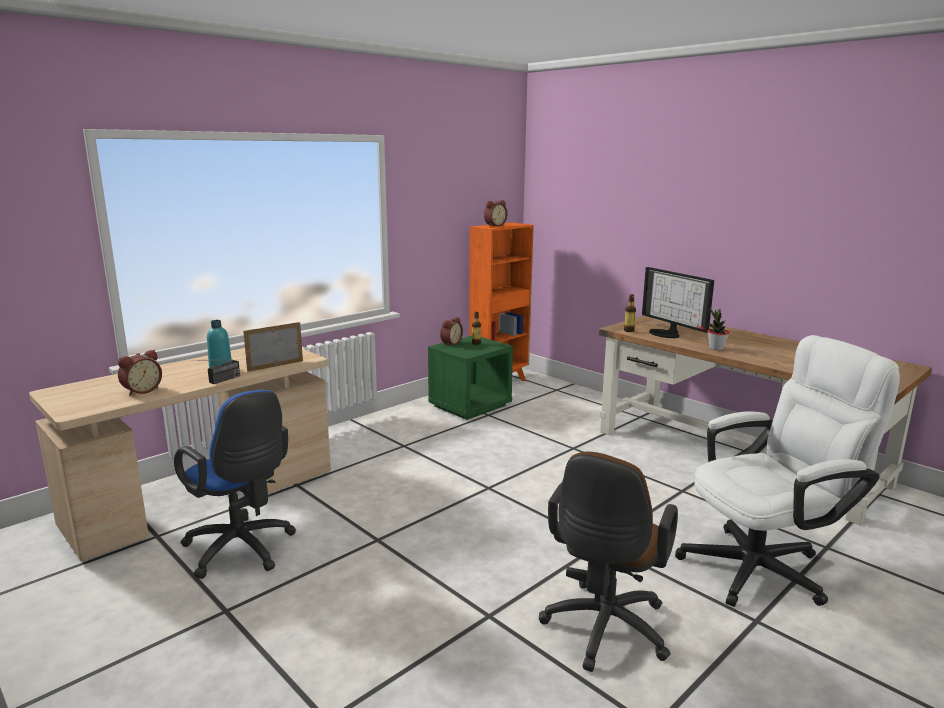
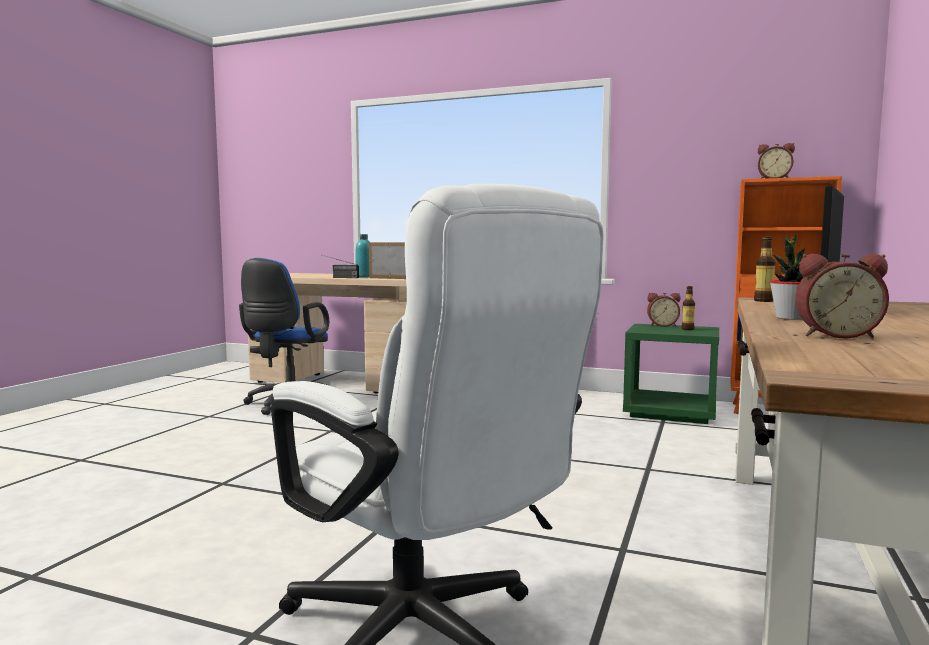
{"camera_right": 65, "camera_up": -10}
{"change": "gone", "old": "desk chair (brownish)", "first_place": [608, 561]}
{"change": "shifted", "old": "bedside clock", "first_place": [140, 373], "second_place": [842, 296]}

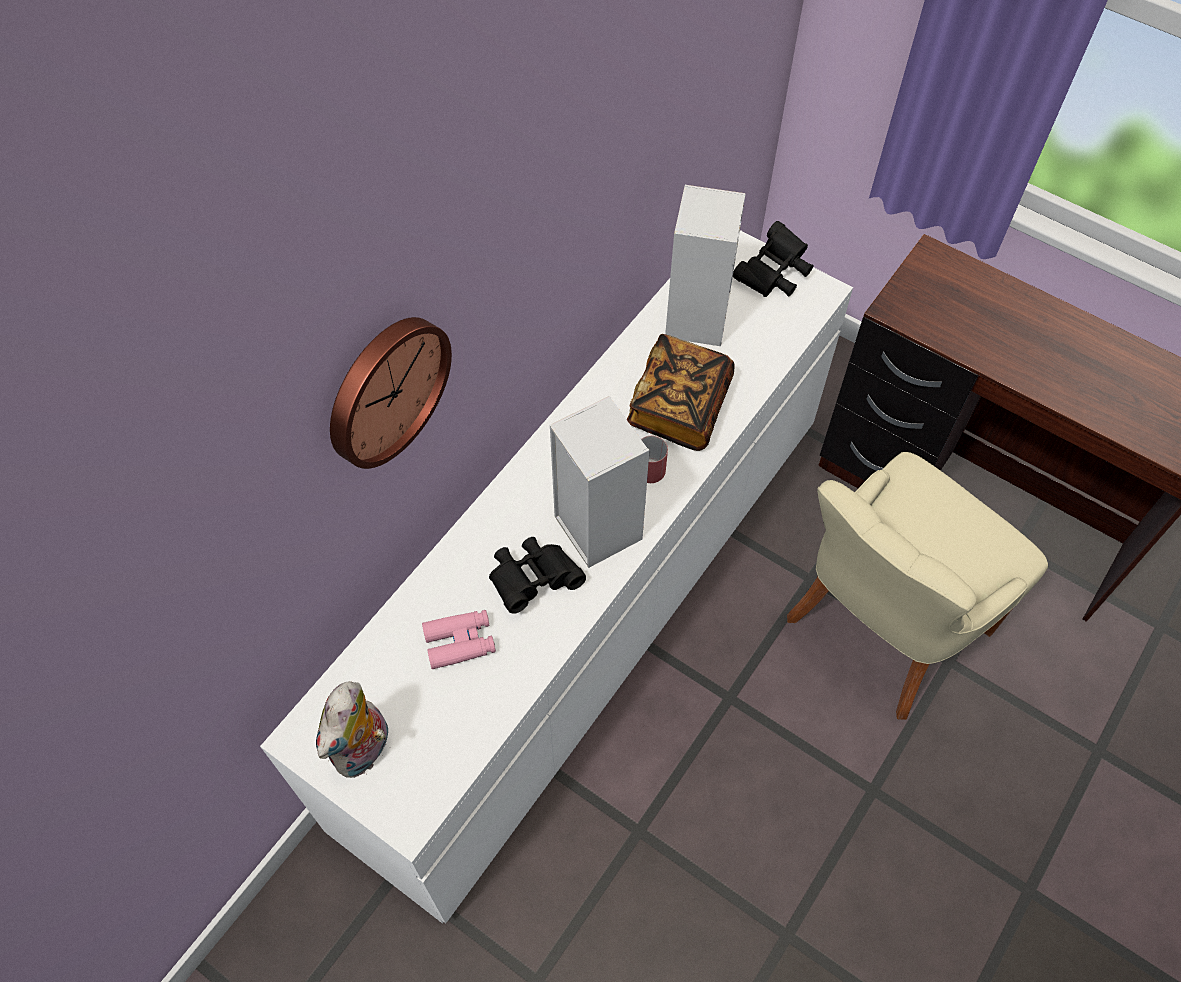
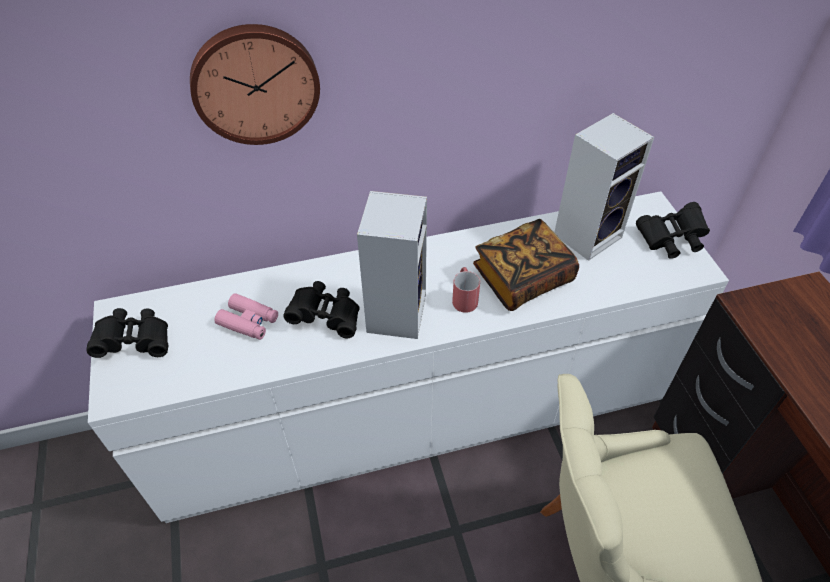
{"camera_right": 40, "camera_up": -10}
{"change": "swapped", "old": "soft toy", "new": "field glasses (black)", "first_place": [352, 729], "second_place": [127, 333]}

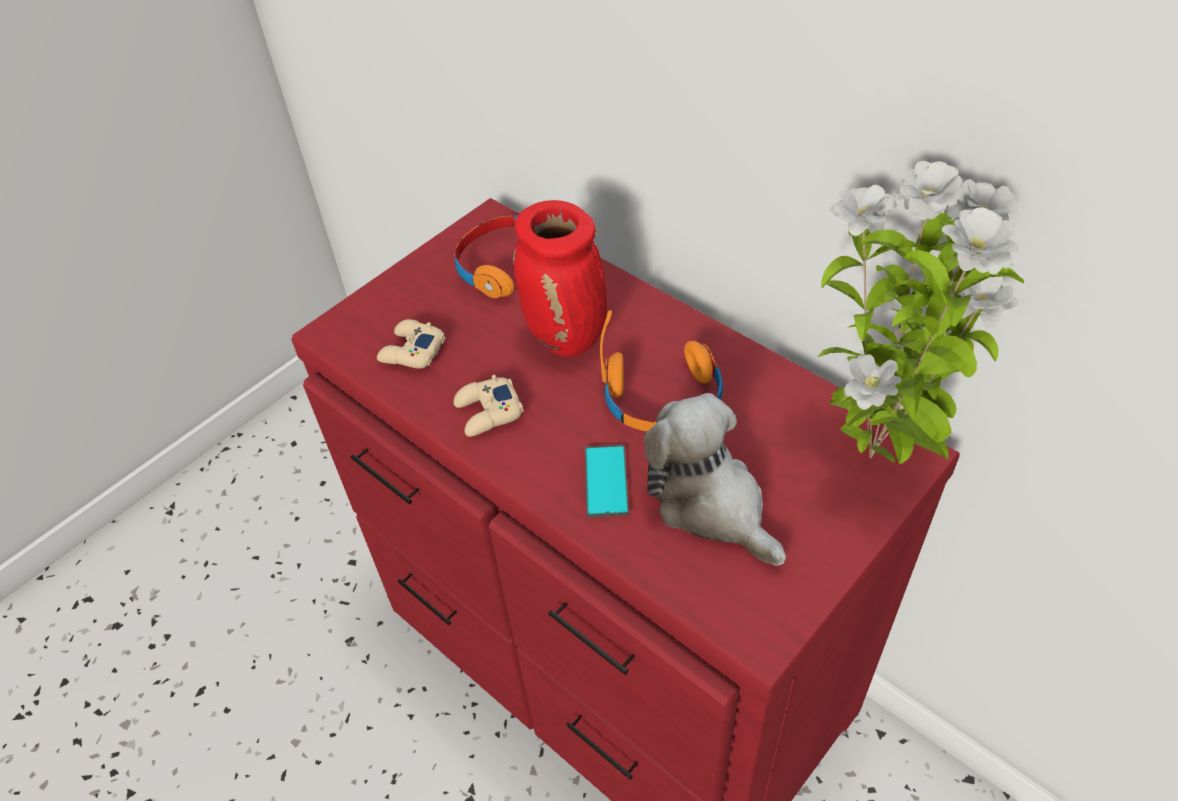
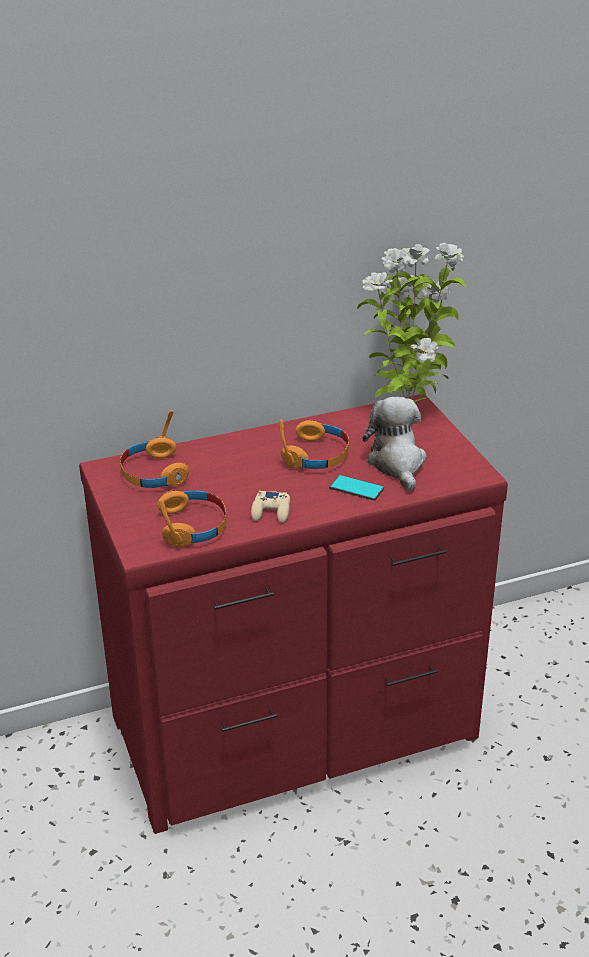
{"camera_right": -65, "camera_up": -15}
{"change": "gone", "old": "vase (red)", "first_place": [560, 278]}
{"change": "swapped", "old": "game controller (beige)", "new": "headset (orange-coloured)", "first_place": [411, 344], "second_place": [192, 518]}
{"change": "rotated", "old": "soft toy", "first_place": [715, 479], "second_place": [394, 444], "degrees": 90}

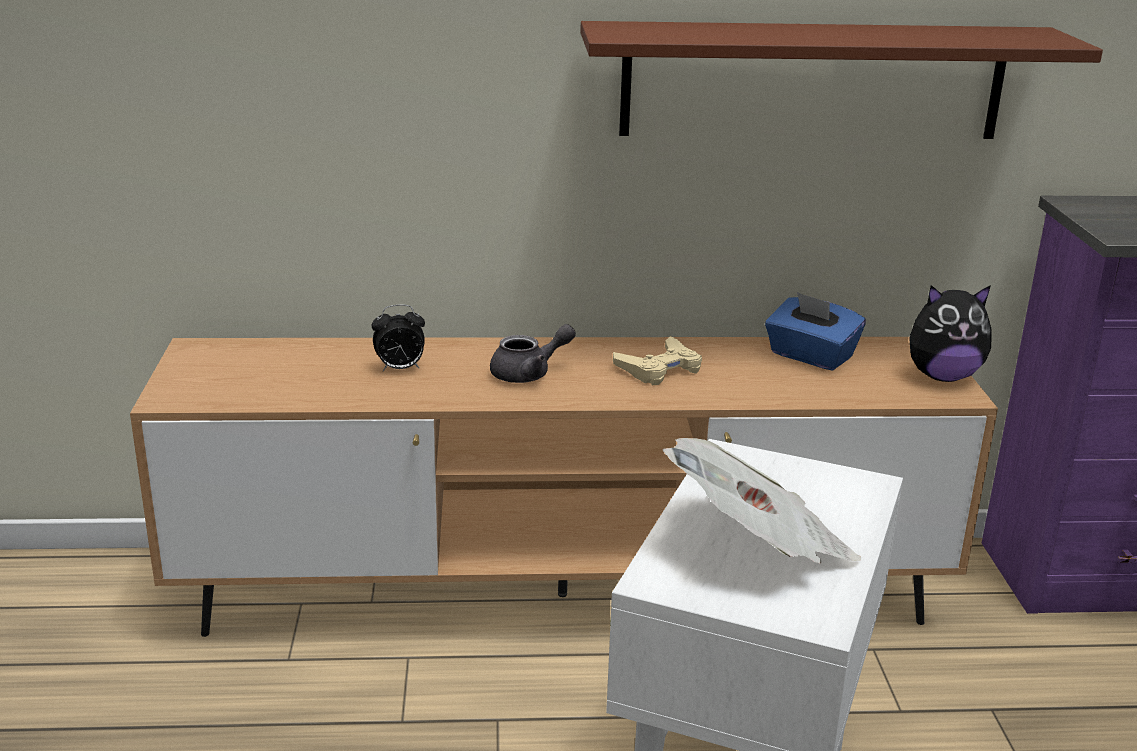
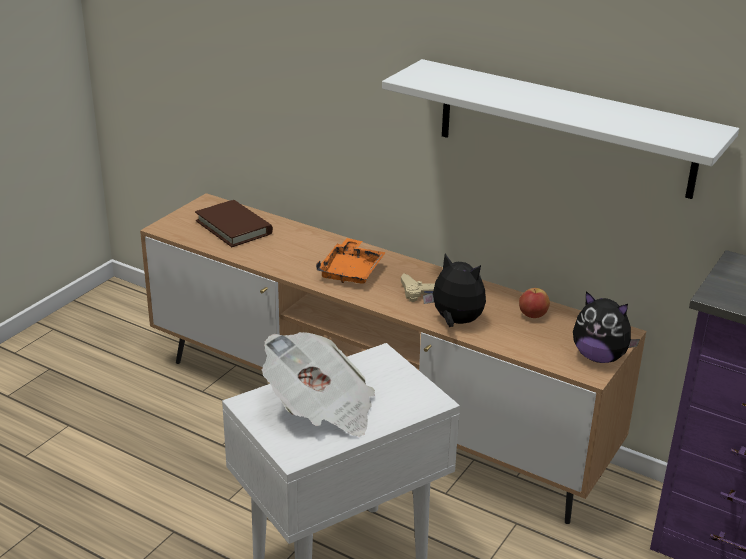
{"camera_right": 35, "camera_up": 5}
{"change": "gone", "old": "bedside clock", "first_place": [398, 337]}
{"change": "new", "new": "book (brownish)", "second_place": [234, 223]}
{"change": "new", "new": "soft toy", "second_place": [454, 290]}
{"change": "swapped", "old": "pot for tea (grey)", "new": "carrying tray (orange-coloured)", "first_place": [533, 353], "second_place": [351, 260]}
{"change": "swapped", "old": "tissue holder (bluish)", "new": "apple fruit", "first_place": [815, 331], "second_place": [534, 303]}
{"change": "repainted", "old": "bracket shelf (brownish)", "new": "bracket shelf (white)", "first_place": [841, 80], "second_place": [560, 129]}

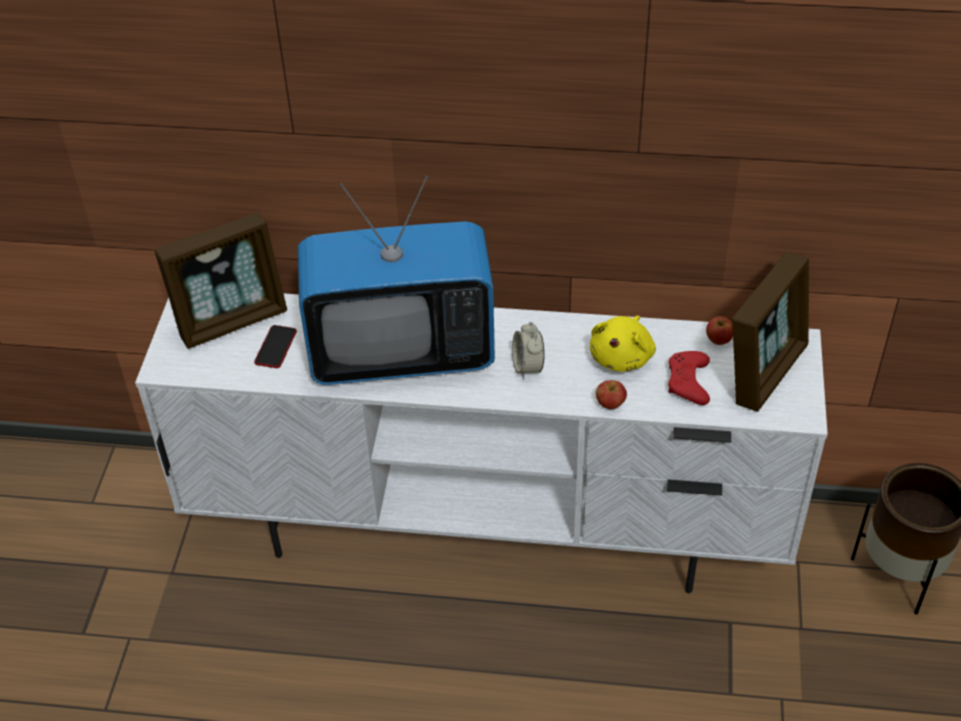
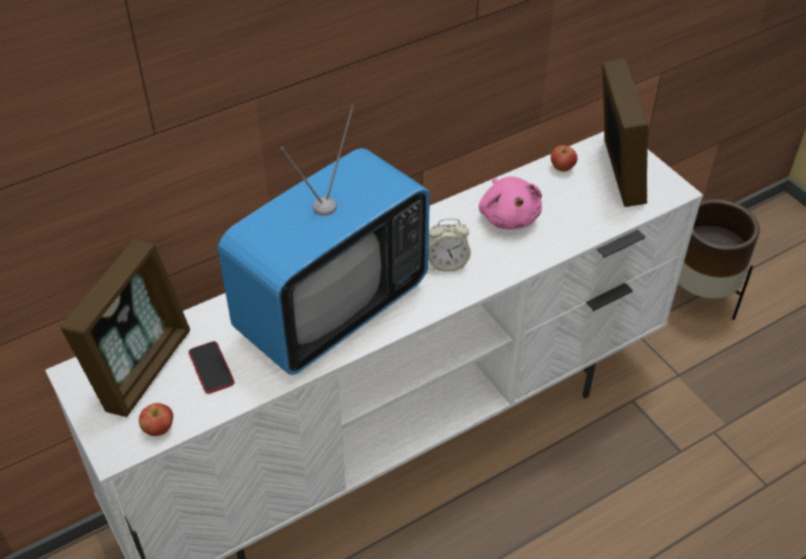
{"camera_right": -40, "camera_up": 0}
{"change": "gone", "old": "game controller (red)", "first_place": [689, 378]}
{"change": "shifted", "old": "apple fruit", "first_place": [611, 394], "second_place": [156, 419]}
{"change": "repainted", "old": "soft toy (yellowish)", "new": "soft toy (pink-coloured)", "first_place": [623, 343], "second_place": [510, 203]}
{"change": "rotated", "old": "bedside clock", "first_place": [528, 350], "second_place": [449, 245], "degrees": -45}

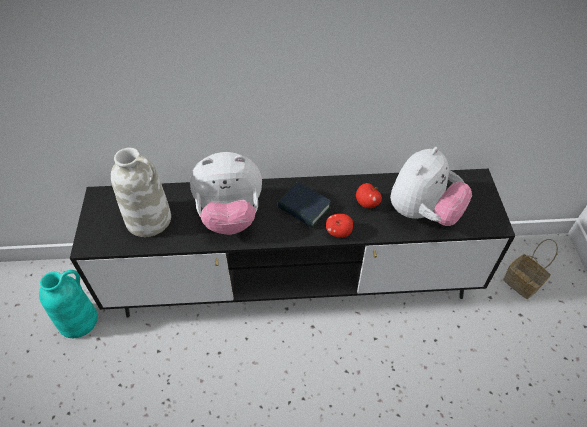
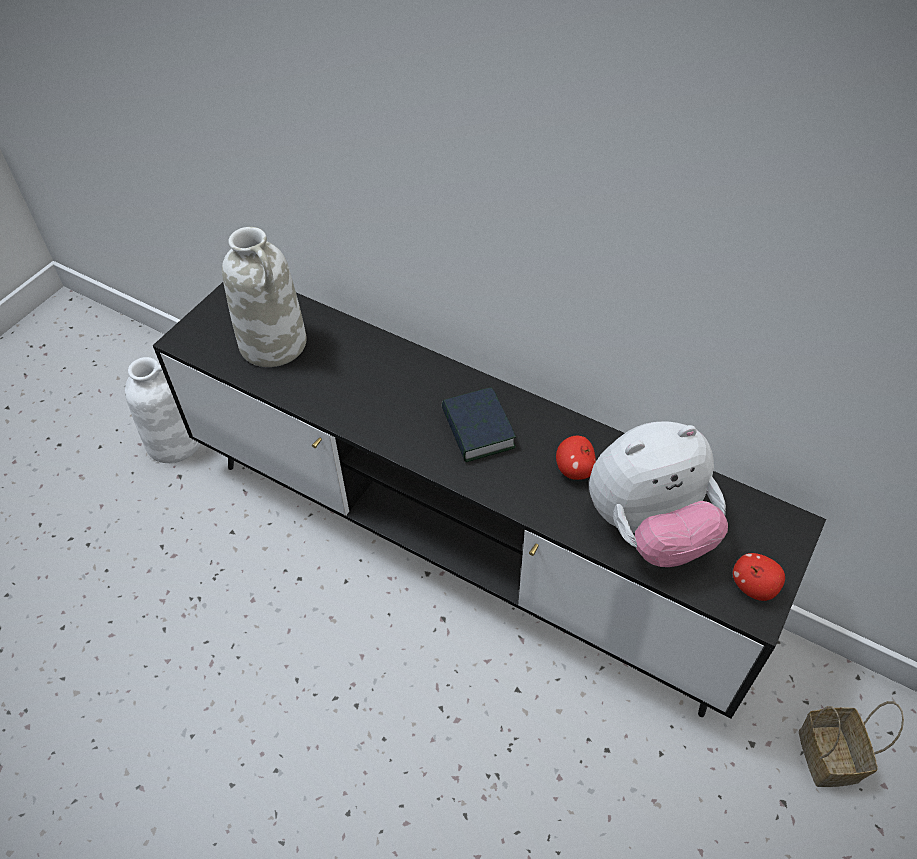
{"camera_right": 35, "camera_up": 0}
{"change": "gone", "old": "soft toy", "first_place": [226, 193]}
{"change": "shifted", "old": "apple fruit", "first_place": [339, 226], "second_place": [759, 577]}
{"change": "repainted", "old": "vase (turquoise)", "new": "vase (white)", "first_place": [68, 304], "second_place": [163, 410]}

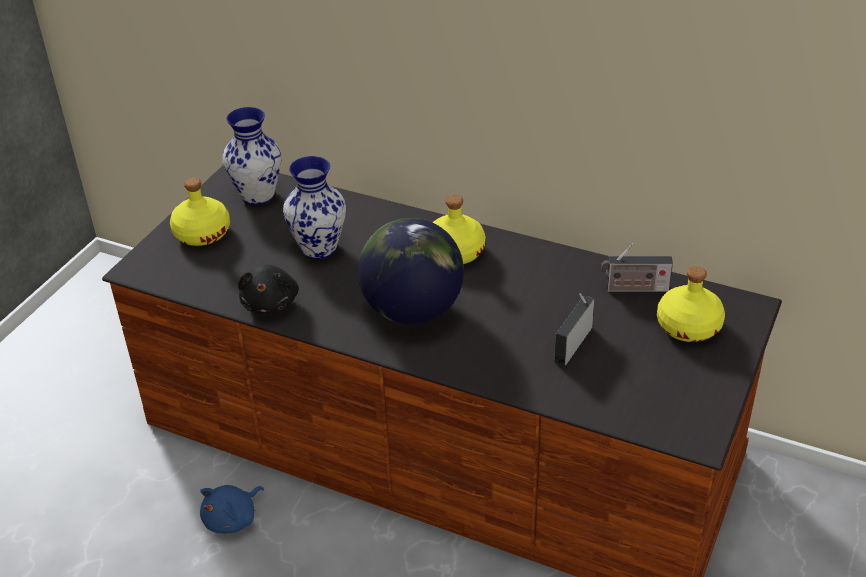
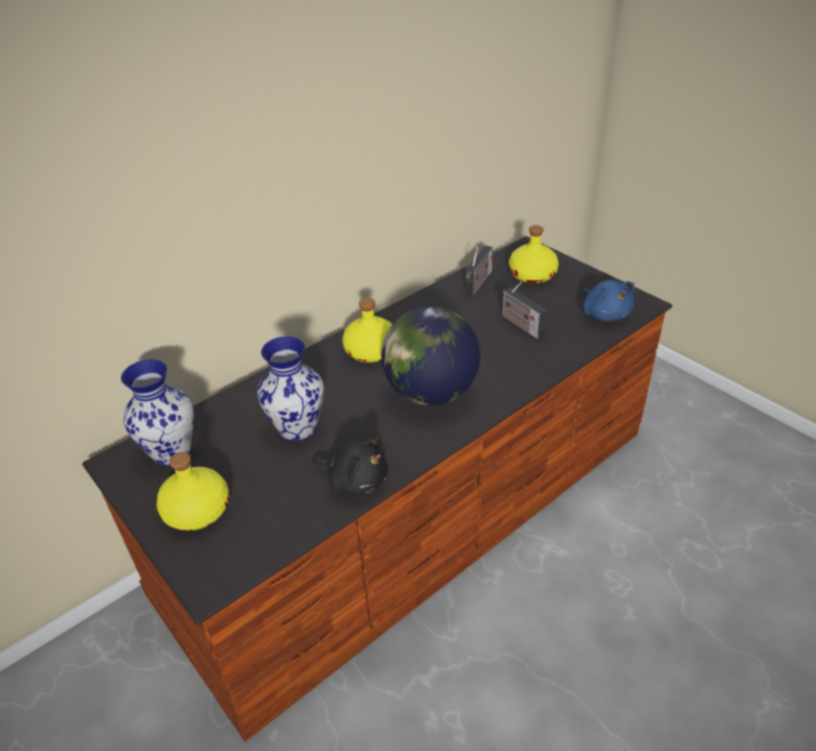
{"camera_right": -65, "camera_up": 0}
{"change": "shifted", "old": "soft toy (bluish)", "first_place": [232, 509], "second_place": [607, 300]}

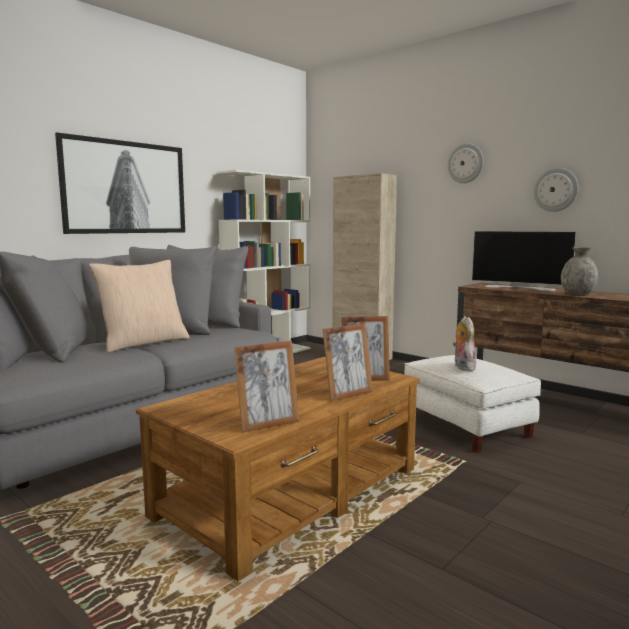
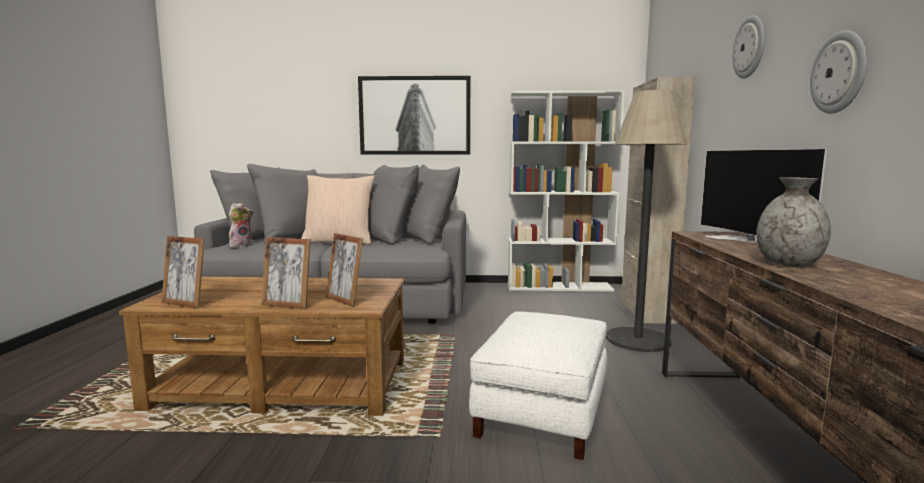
{"camera_right": 50, "camera_up": 0}
{"change": "new", "new": "floor lamp", "second_place": [646, 221]}
{"change": "shifted", "old": "soft toy", "first_place": [464, 343], "second_place": [241, 225]}

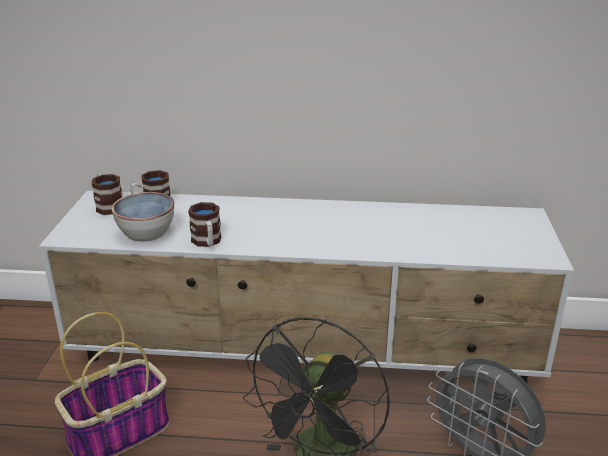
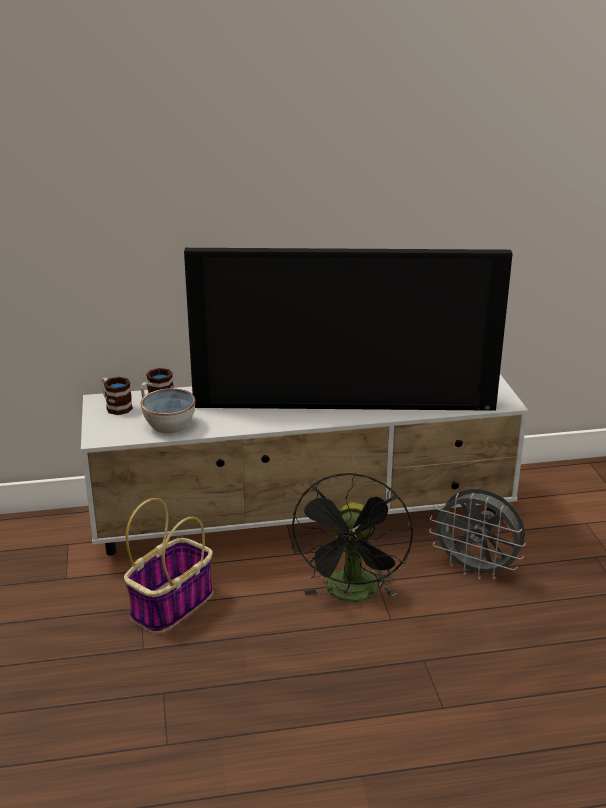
{"camera_right": -15, "camera_up": 0}
{"change": "gone", "old": "mug", "first_place": [204, 224]}
{"change": "new", "new": "TV", "second_place": [348, 329]}

